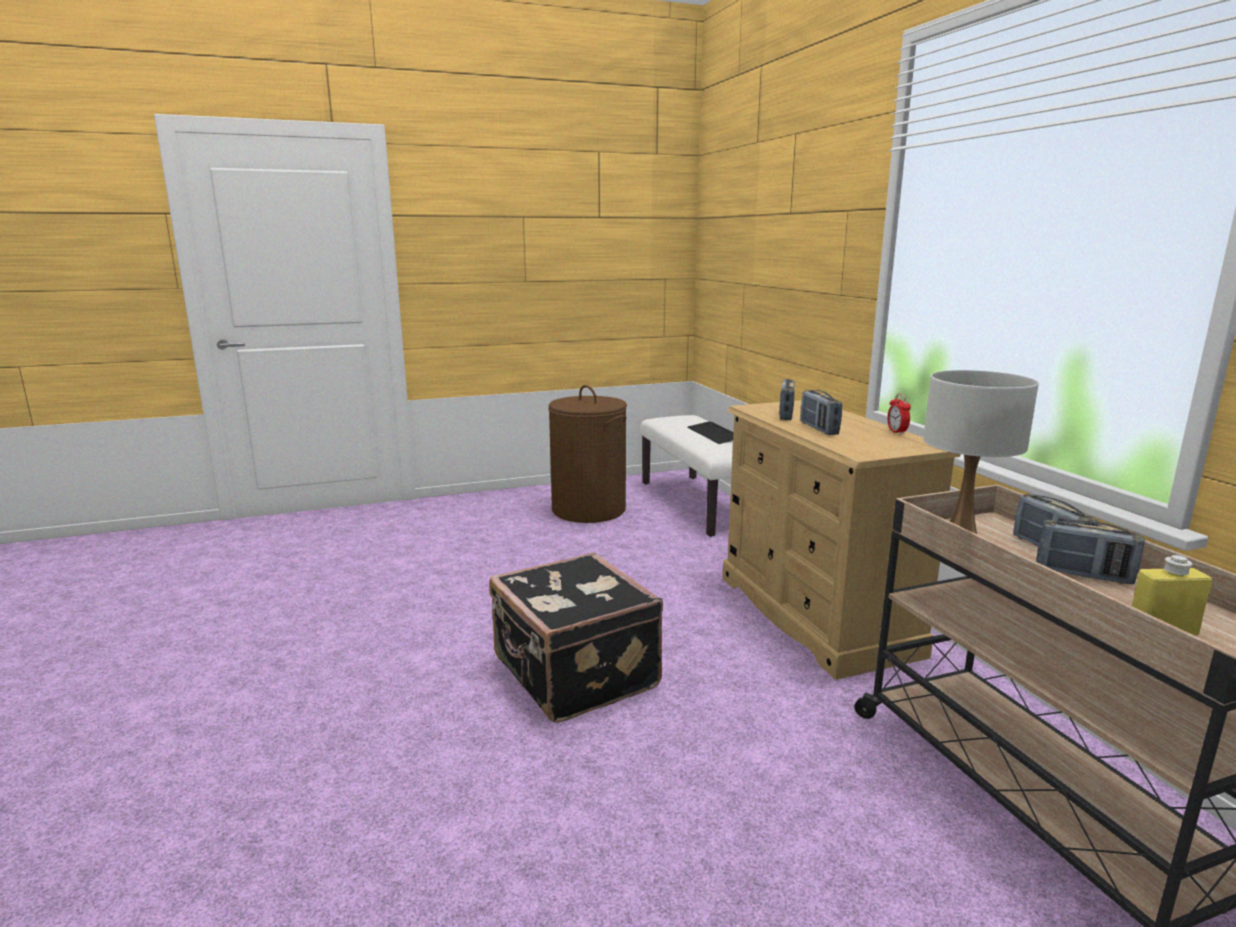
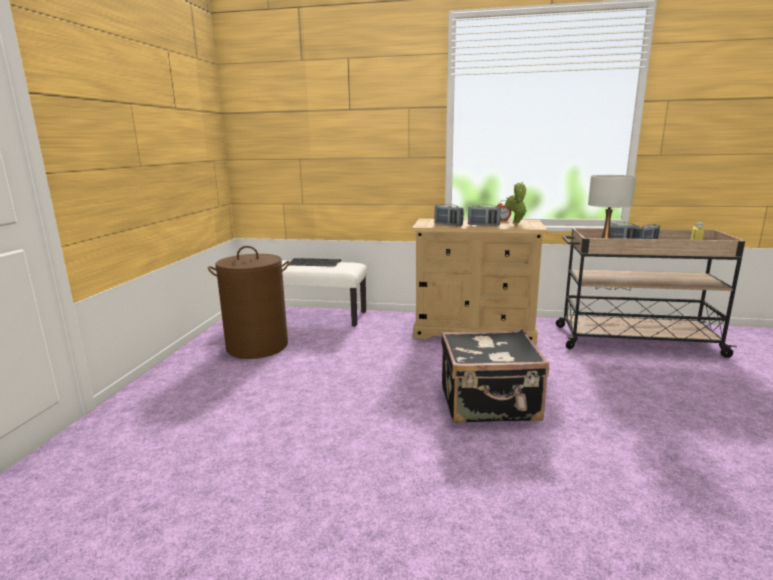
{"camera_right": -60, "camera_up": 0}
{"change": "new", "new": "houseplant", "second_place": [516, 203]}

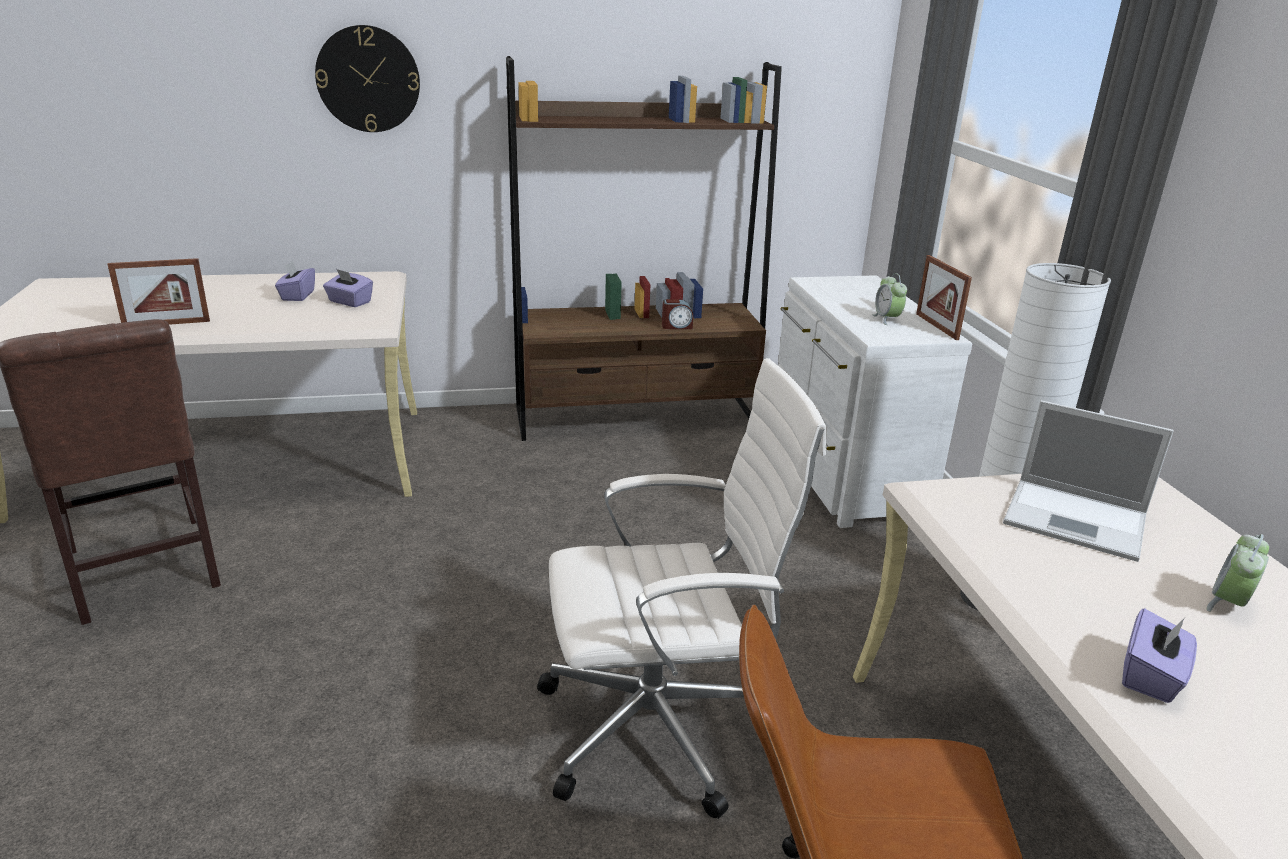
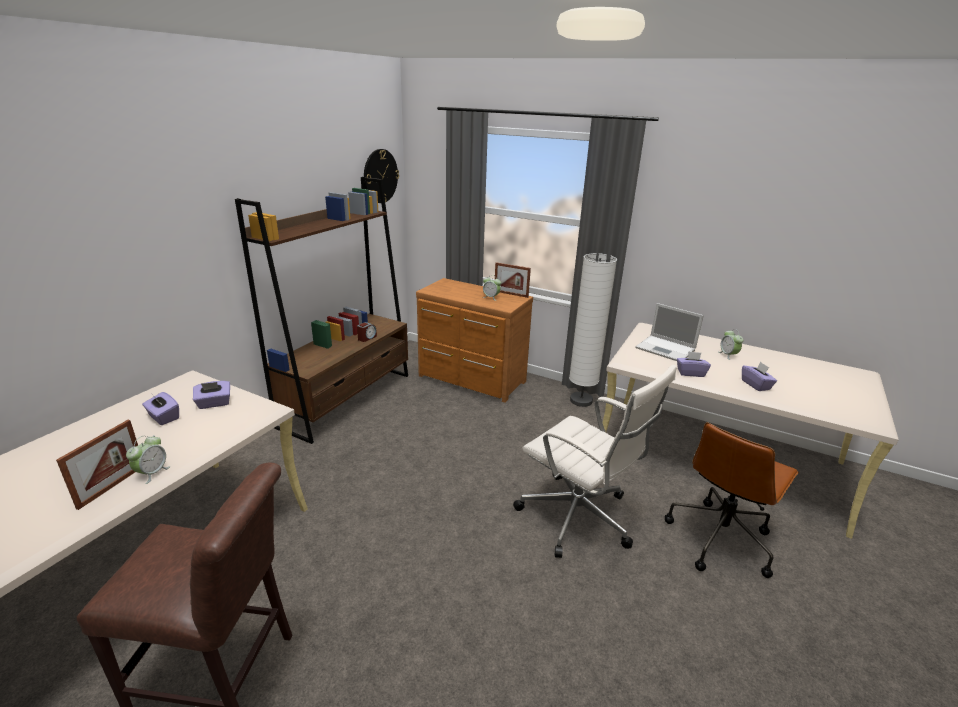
{"camera_right": -50, "camera_up": 0}
{"change": "new", "new": "bedside clock", "second_place": [148, 459]}
{"change": "new", "new": "tissue holder (purplish)", "second_place": [694, 364]}
{"change": "shifted", "old": "wall clock", "first_place": [367, 78], "second_place": [381, 176]}
{"change": "repainted", "old": "dresser (white)", "new": "dresser (brownish)", "first_place": [875, 401], "second_place": [474, 340]}
{"change": "rotated", "old": "desk chair (white)", "first_place": [682, 588], "second_place": [594, 461], "degrees": 105}
{"change": "rotated", "old": "portable computer", "first_place": [1088, 481], "second_place": [670, 332], "degrees": 60}

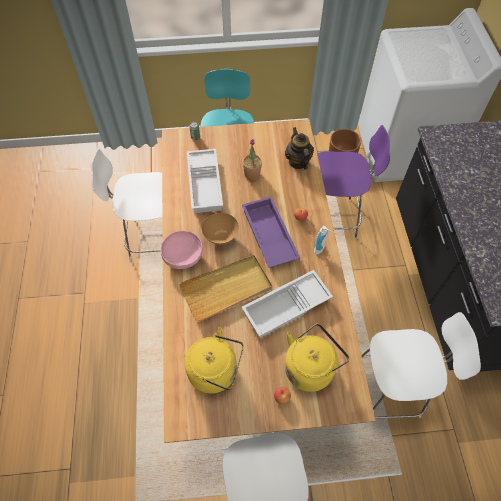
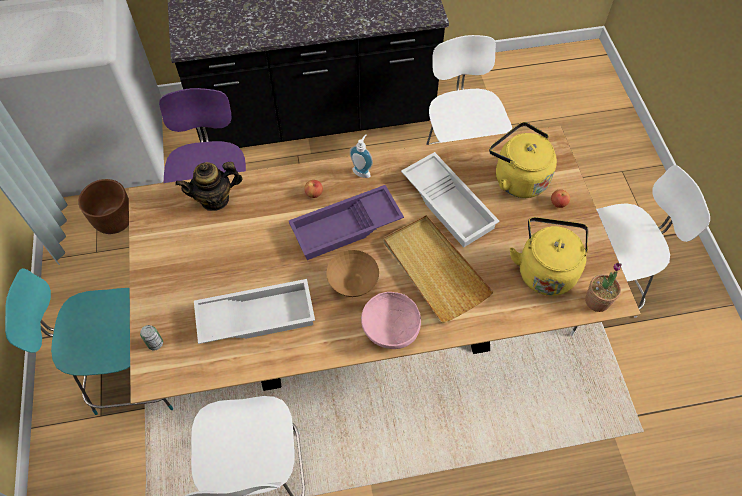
{"camera_right": -95, "camera_up": 0}
{"change": "shifted", "old": "houseplant", "first_place": [252, 159], "second_place": [603, 287]}

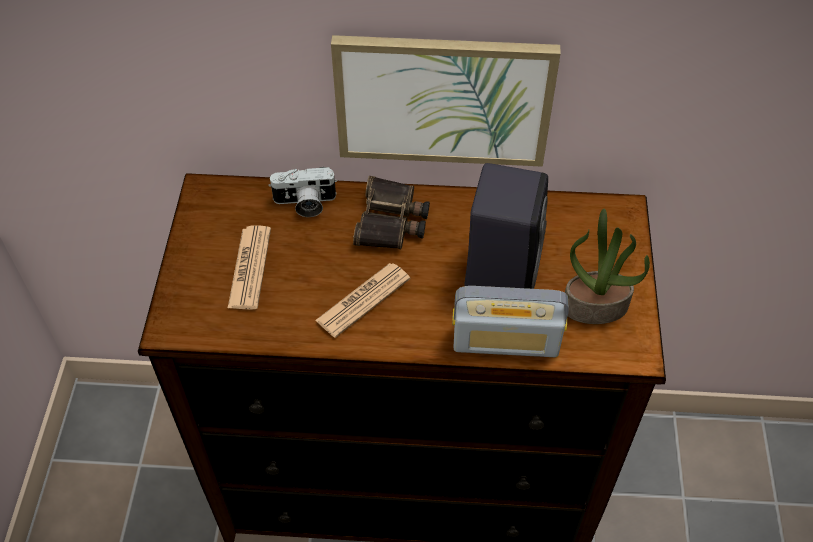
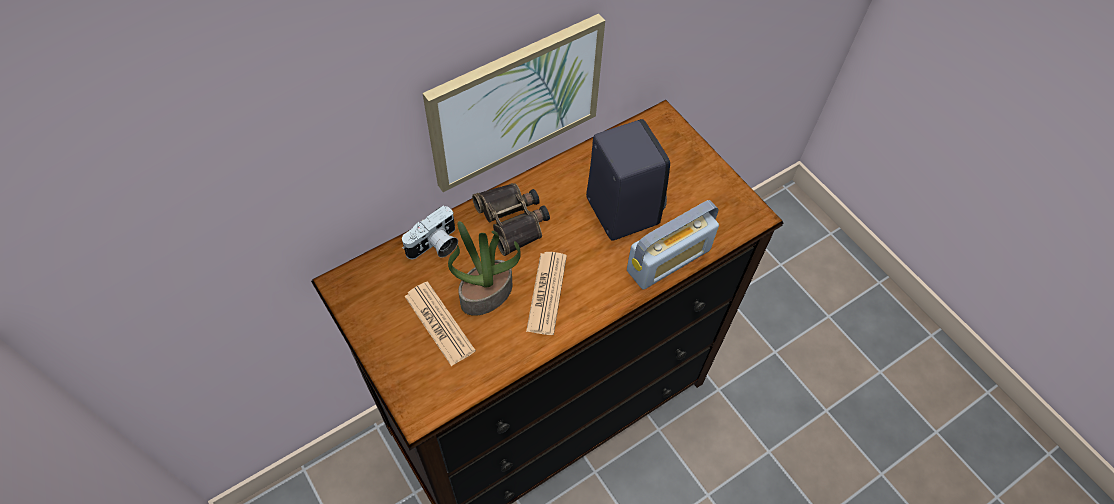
{"camera_right": -40, "camera_up": 5}
{"change": "shifted", "old": "houseplant", "first_place": [607, 266], "second_place": [484, 268]}

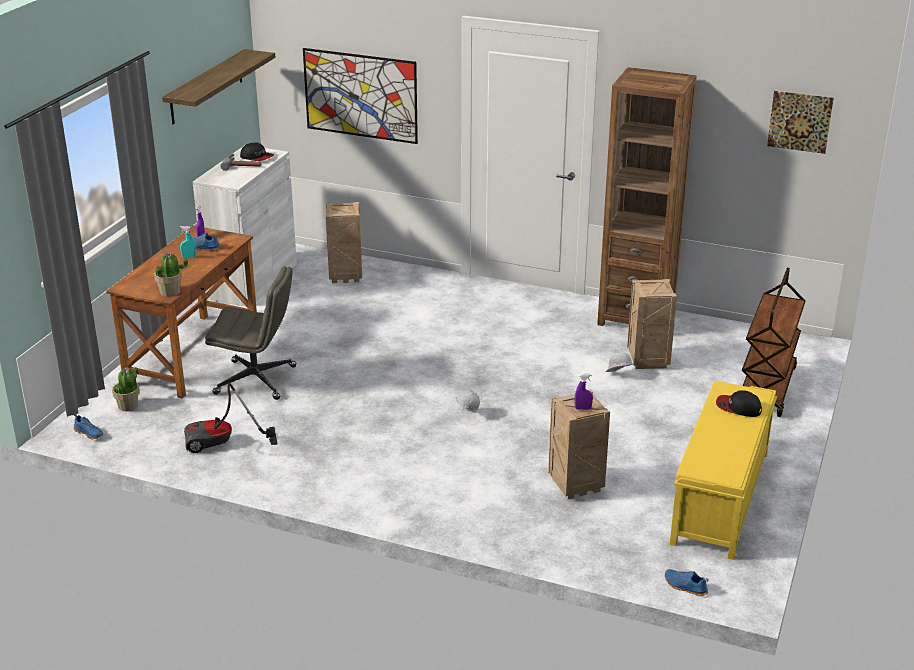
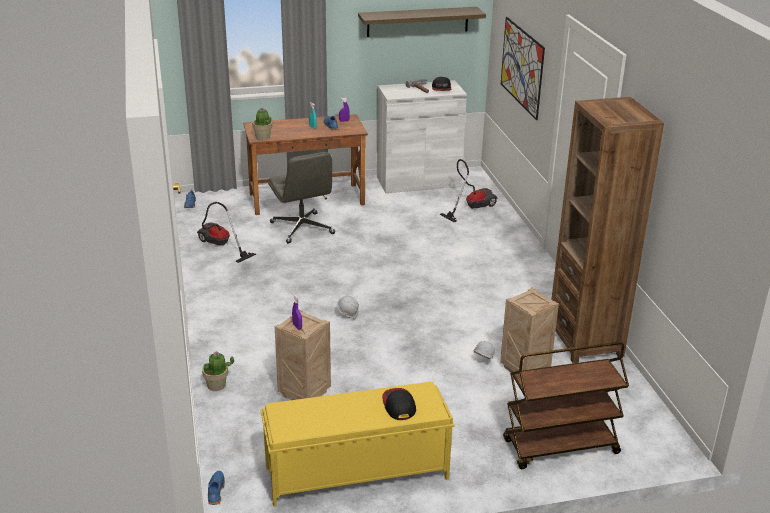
{"camera_right": 55, "camera_up": 0}
{"change": "gone", "old": "wall art", "first_place": [800, 122]}
{"change": "shifted", "old": "houseplant", "first_place": [126, 389], "second_place": [218, 371]}
{"change": "swapped", "old": "packing crate", "new": "vacuum cleaner", "first_place": [344, 242], "second_place": [468, 190]}

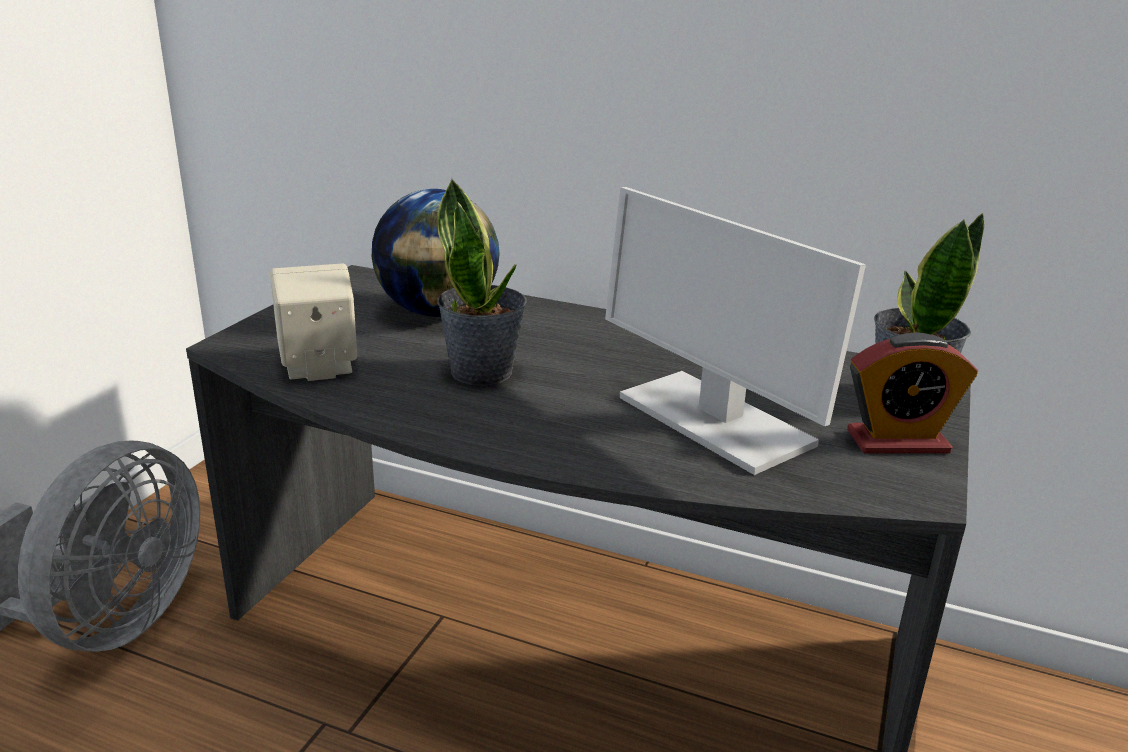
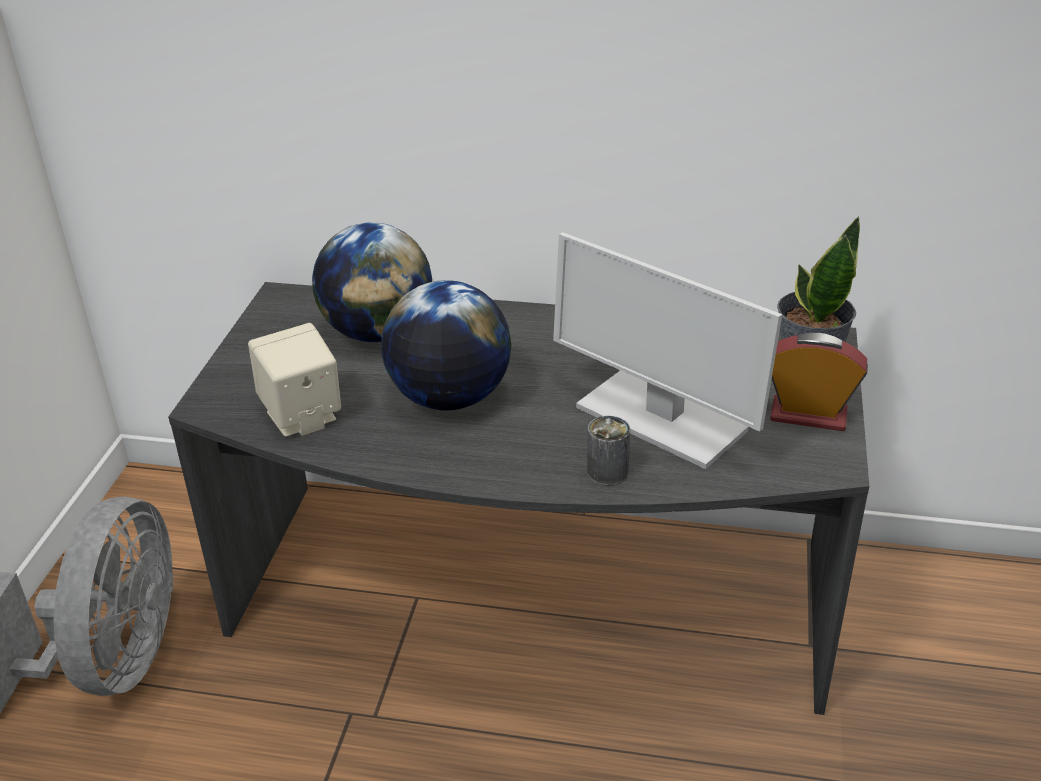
{"camera_right": -10, "camera_up": 10}
{"change": "new", "new": "can", "second_place": [608, 451]}
{"change": "swapped", "old": "houseplant", "new": "world globe", "first_place": [482, 281], "second_place": [446, 345]}
{"change": "rotated", "old": "bedside clock", "first_place": [912, 392], "second_place": [819, 382], "degrees": -150}

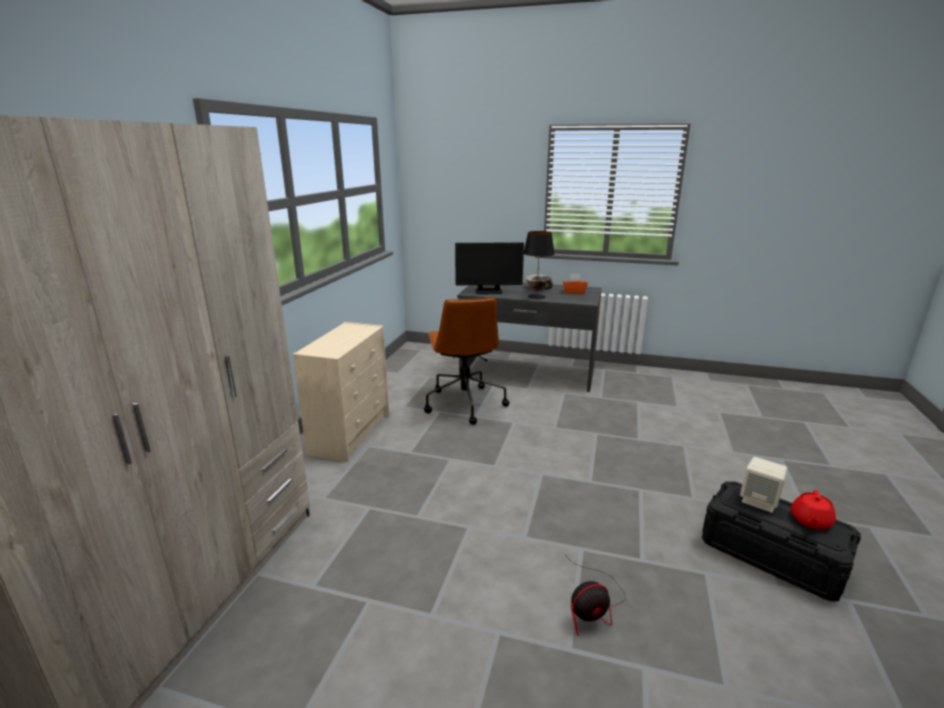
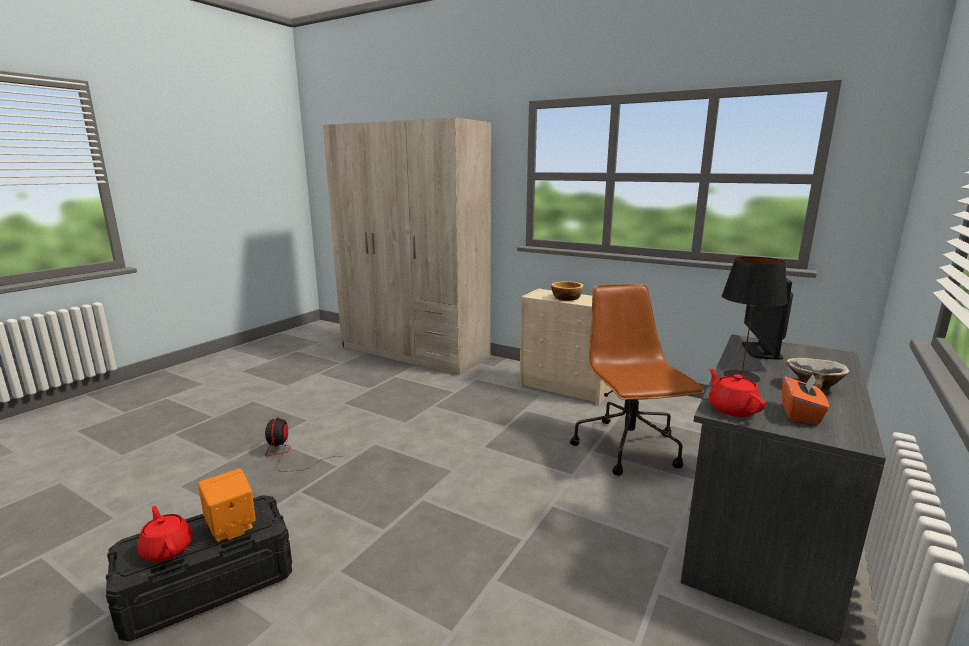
{"camera_right": 105, "camera_up": -5}
{"change": "new", "new": "deep dish", "second_place": [567, 291]}
{"change": "new", "new": "pot for tea (red)", "second_place": [737, 392]}
{"change": "repainted", "old": "audio speaker (beige)", "new": "audio speaker (orange-coloured)", "first_place": [763, 485], "second_place": [227, 505]}
{"change": "rotated", "old": "desk chair (brownish)", "first_place": [466, 361], "second_place": [637, 380], "degrees": 75}

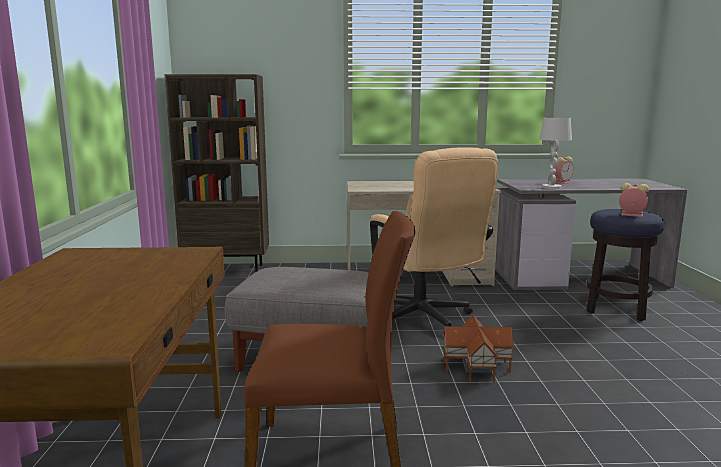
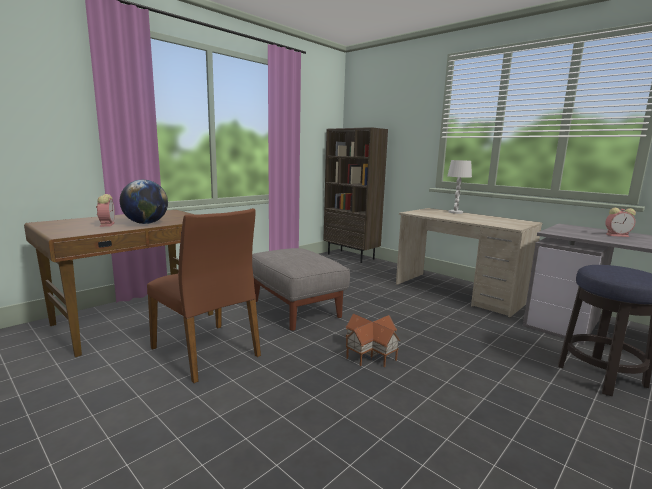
{"camera_right": 45, "camera_up": 0}
{"change": "gone", "old": "desk chair (beige)", "first_place": [434, 236]}
{"change": "new", "new": "world globe", "second_place": [144, 201]}
{"change": "shifted", "old": "table lamp (white)", "first_place": [555, 153], "second_place": [459, 187]}
{"change": "shifted", "old": "bedside clock", "first_place": [634, 200], "second_place": [105, 210]}

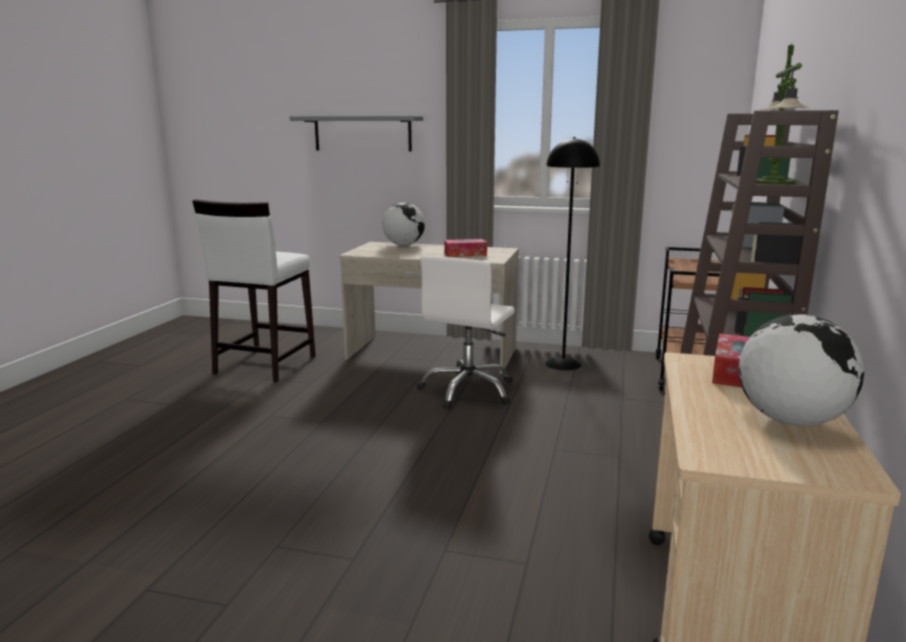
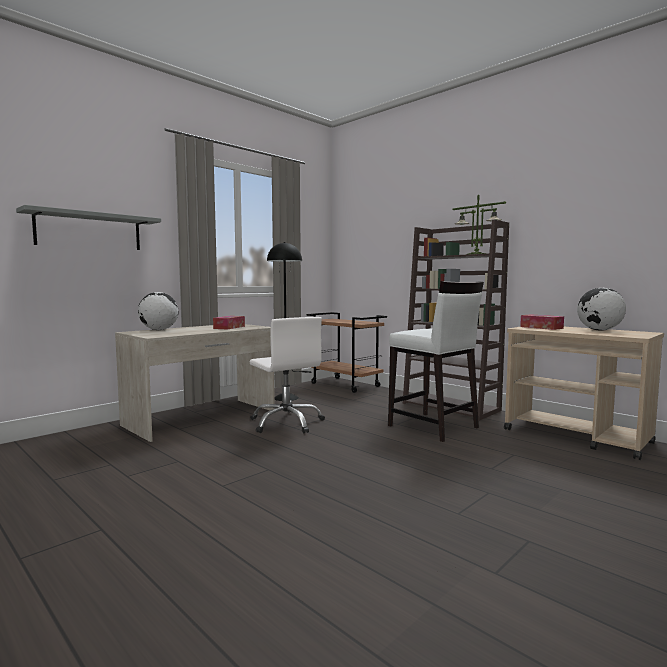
{"camera_right": -60, "camera_up": -10}
{"change": "shifted", "old": "sitting stool (white)", "first_place": [254, 290], "second_place": [436, 361]}

